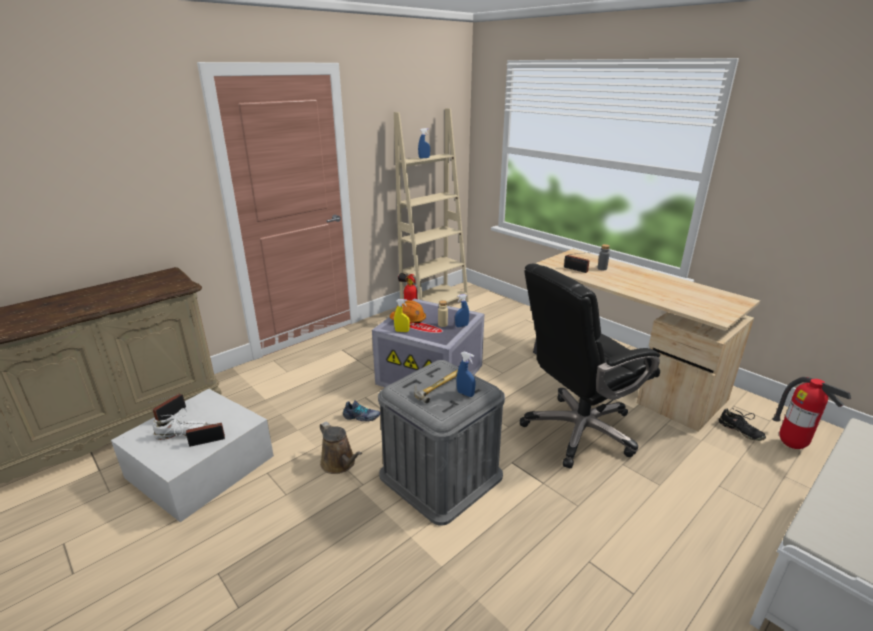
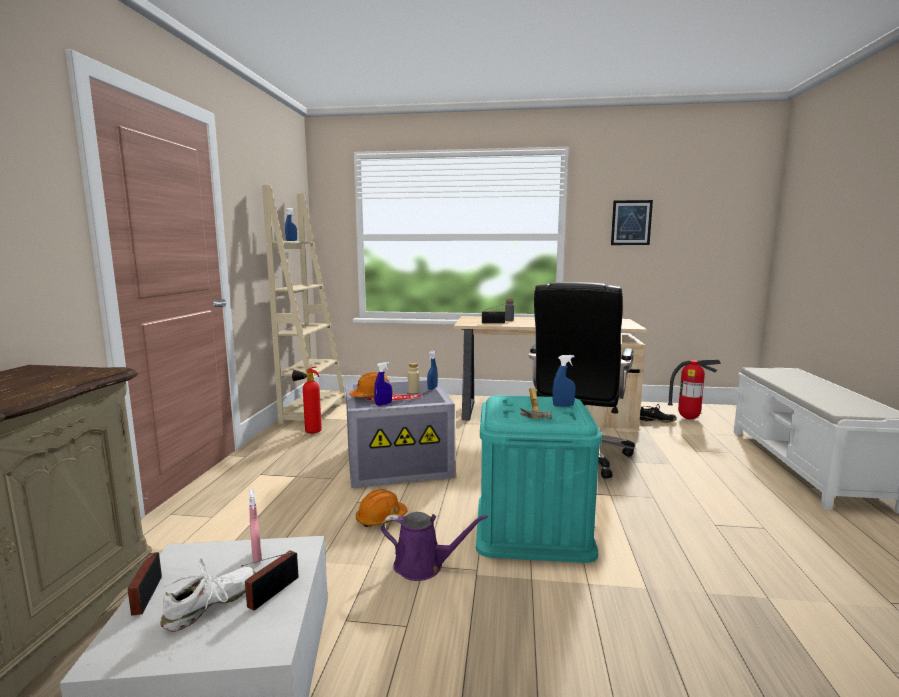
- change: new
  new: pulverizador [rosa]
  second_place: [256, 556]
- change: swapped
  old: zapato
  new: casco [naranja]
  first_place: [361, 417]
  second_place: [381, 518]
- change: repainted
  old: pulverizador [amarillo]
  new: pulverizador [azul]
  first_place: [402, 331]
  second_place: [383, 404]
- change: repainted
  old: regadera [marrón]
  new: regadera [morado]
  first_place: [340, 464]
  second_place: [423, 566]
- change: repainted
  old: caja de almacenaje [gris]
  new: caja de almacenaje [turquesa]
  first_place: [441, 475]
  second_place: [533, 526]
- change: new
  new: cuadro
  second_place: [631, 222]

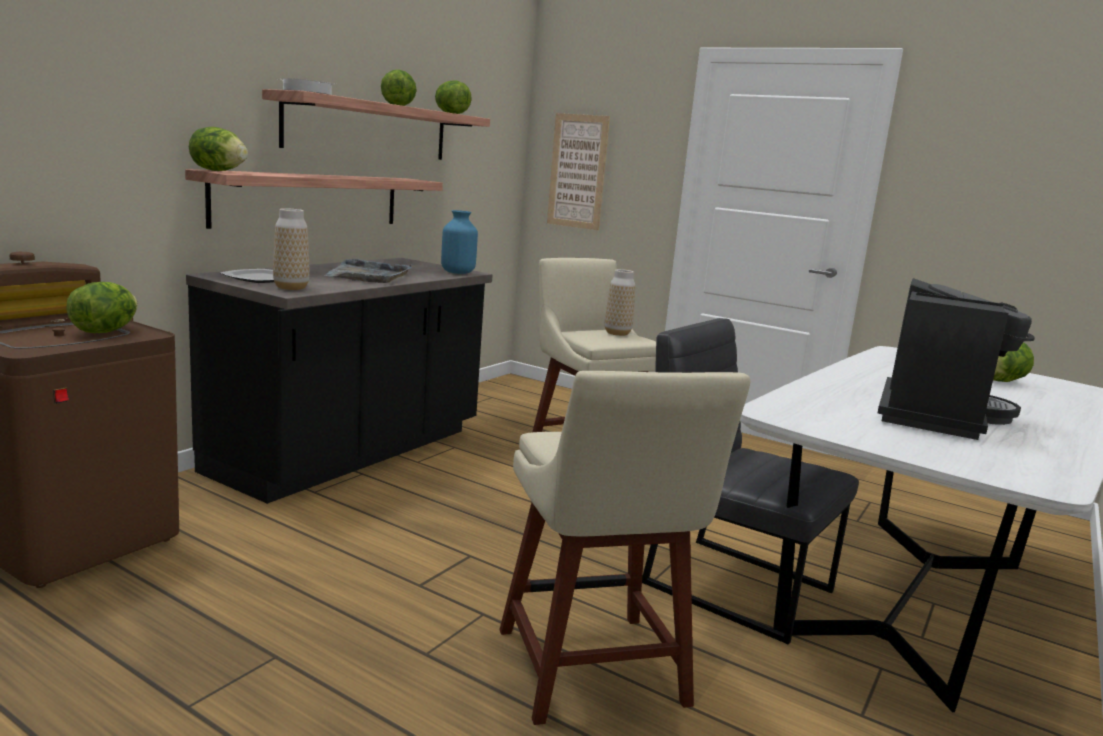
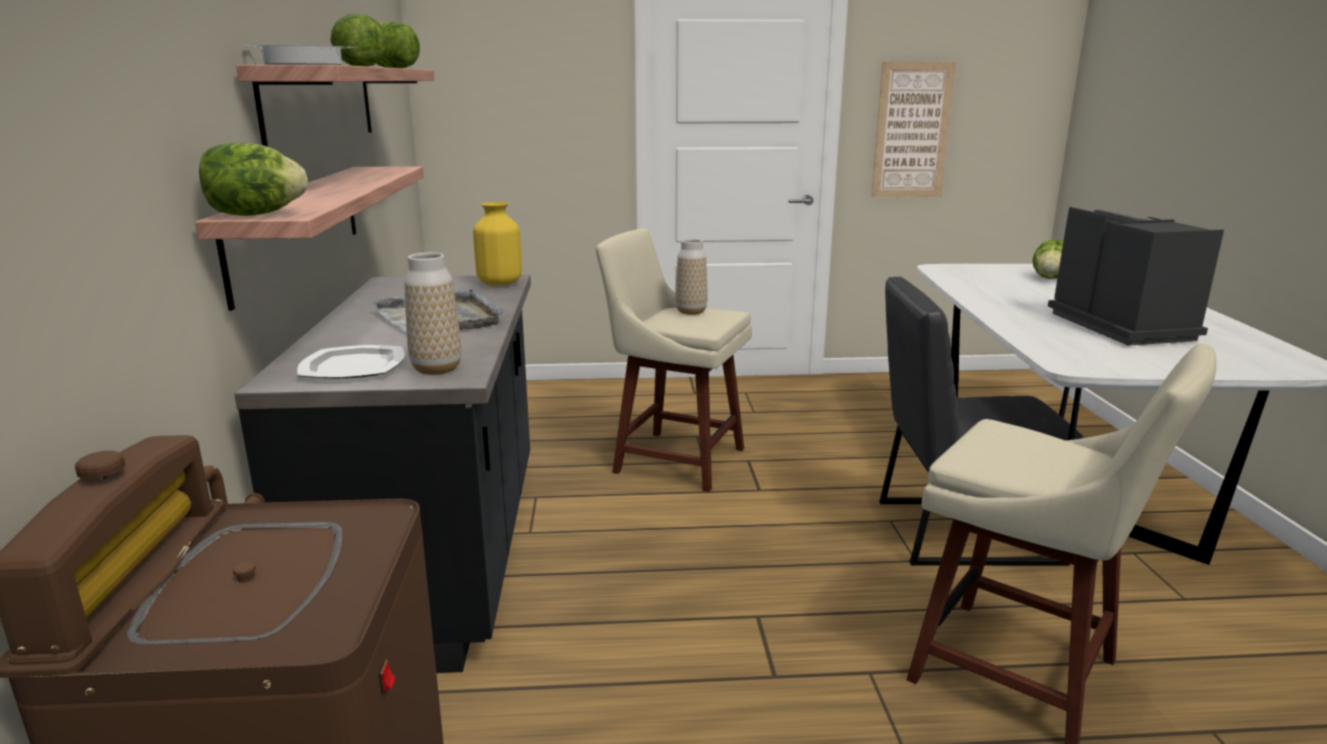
- change: repainted
  old: florero [azul]
  new: florero [amarillo]
  first_place: [457, 272]
  second_place: [499, 283]
- change: shifted
  old: cuadro
  first_place: [577, 171]
  second_place: [912, 131]
- change: gone
  old: lechuga
  first_place: [105, 331]

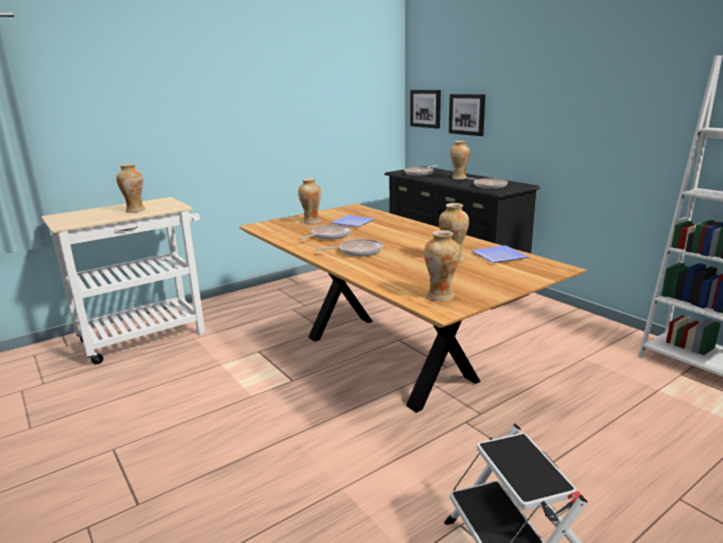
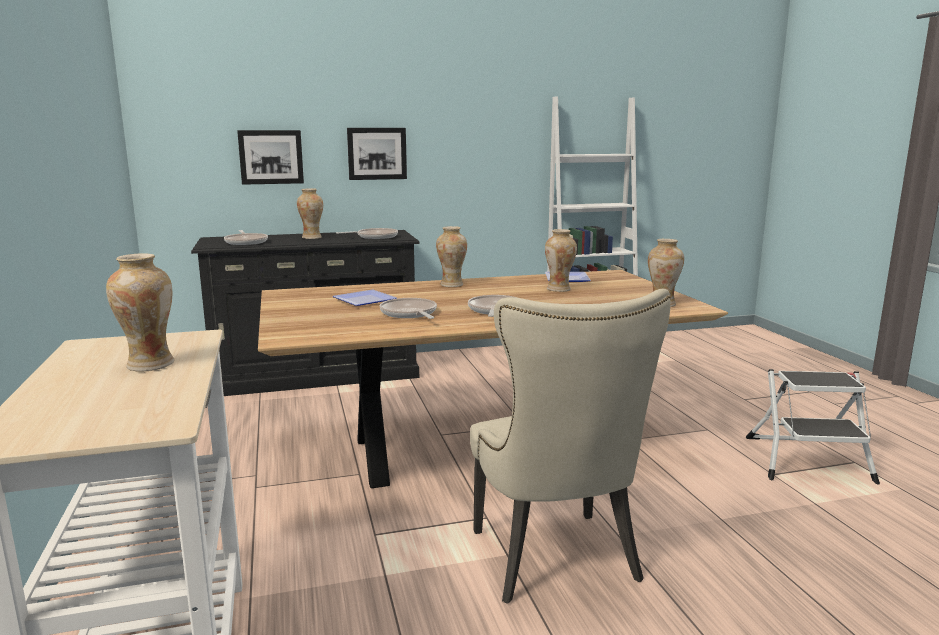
- change: shifted
  old: cuadro
  first_place: [426, 108]
  second_place: [377, 153]
- change: shifted
  old: florero
  first_place: [311, 222]
  second_place: [452, 285]
- change: new
  new: silla [beis]
  second_place: [555, 559]

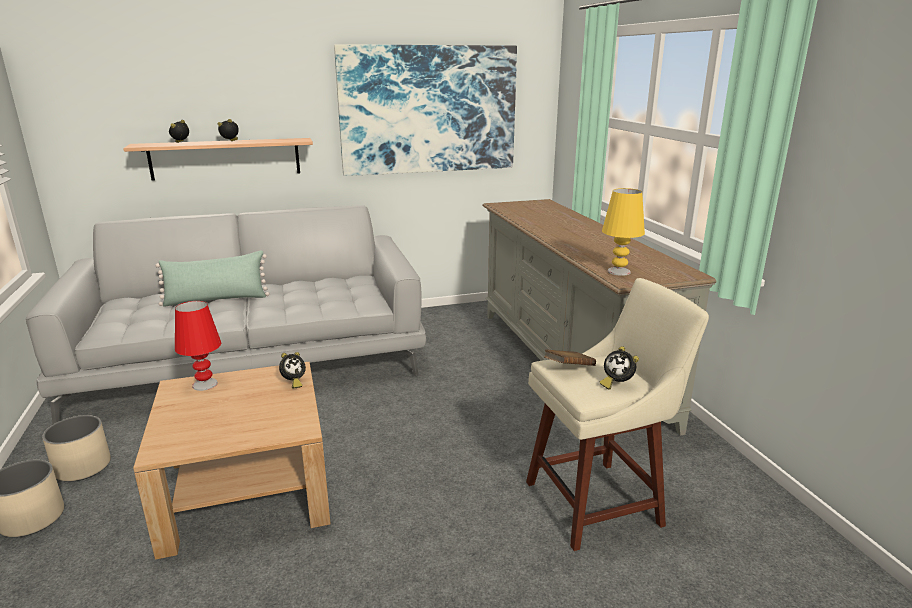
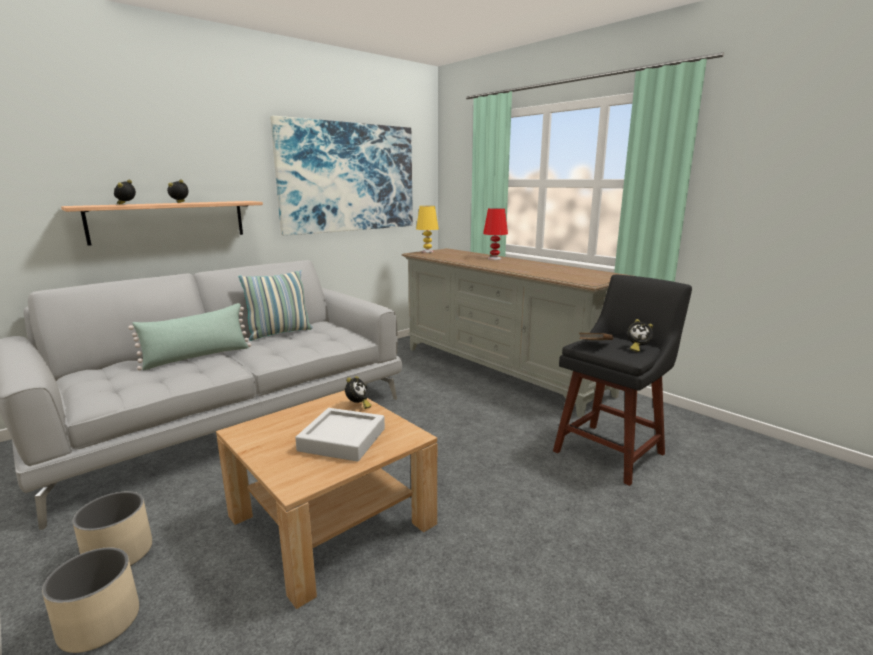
- change: new
  new: cojín
  second_place: [279, 333]
- change: new
  new: bandeja [gris]
  second_place: [342, 440]
- change: shifted
  old: lámpara de mesa [amarillo]
  first_place: [619, 271]
  second_place: [427, 251]
- change: shifted
  old: lámpara de mesa [rojo]
  first_place: [204, 384]
  second_place: [494, 258]
- change: repainted
  old: taburete [beis]
  new: taburete [negro]
  first_place: [598, 502]
  second_place: [611, 450]

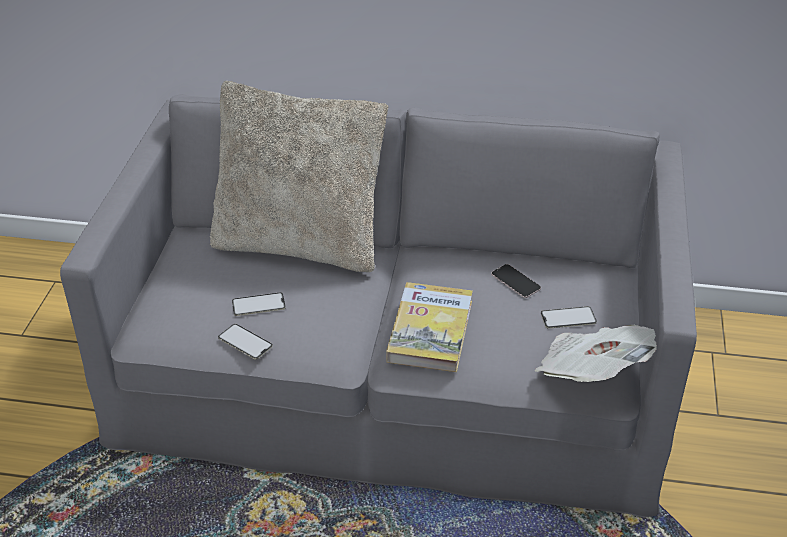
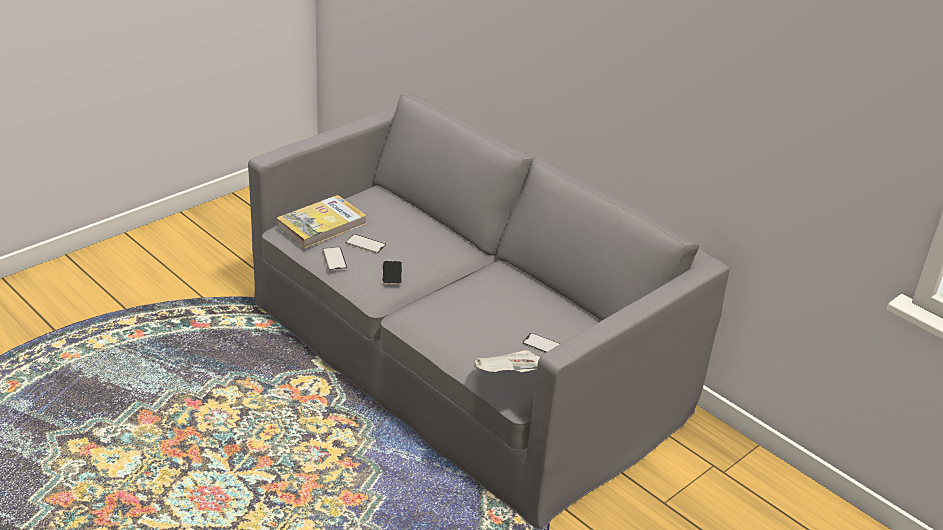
- change: shifted
  old: libro
  first_place: [430, 330]
  second_place: [321, 225]
- change: shifted
  old: móvil
  first_place: [515, 281]
  second_place: [392, 273]
- change: gone
  old: cojín [beis]
  first_place: [300, 239]

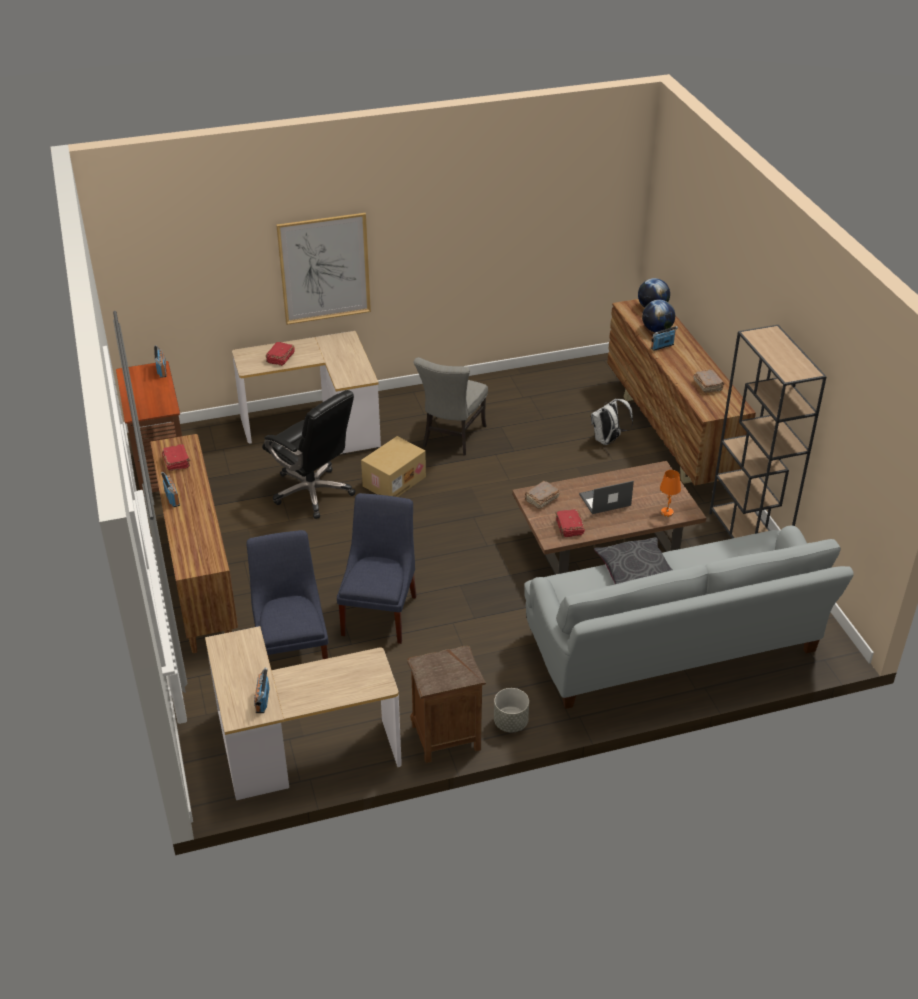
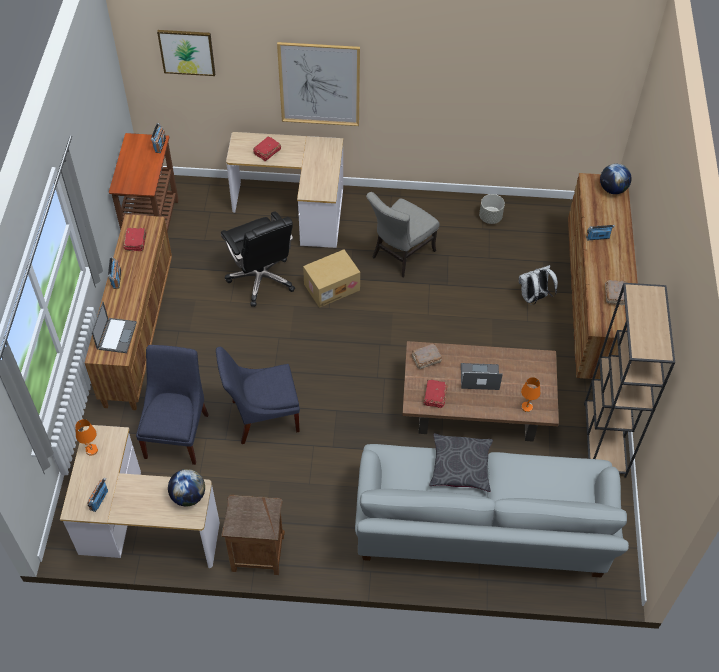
- change: new
  new: lámpara de mesa [naranja]
  second_place: [91, 450]
- change: new
  new: portátil
  second_place: [116, 335]
- change: new
  new: cuadro
  second_place: [187, 52]
- change: shifted
  old: globo terráqueo
  first_place: [657, 330]
  second_place: [188, 496]
- change: rotated
  old: silla [azul]
  first_place: [380, 612]
  second_place: [261, 416]
  degrees: -135
- change: shifted
  old: maceta [gris]
  first_place: [510, 723]
  second_place: [490, 217]

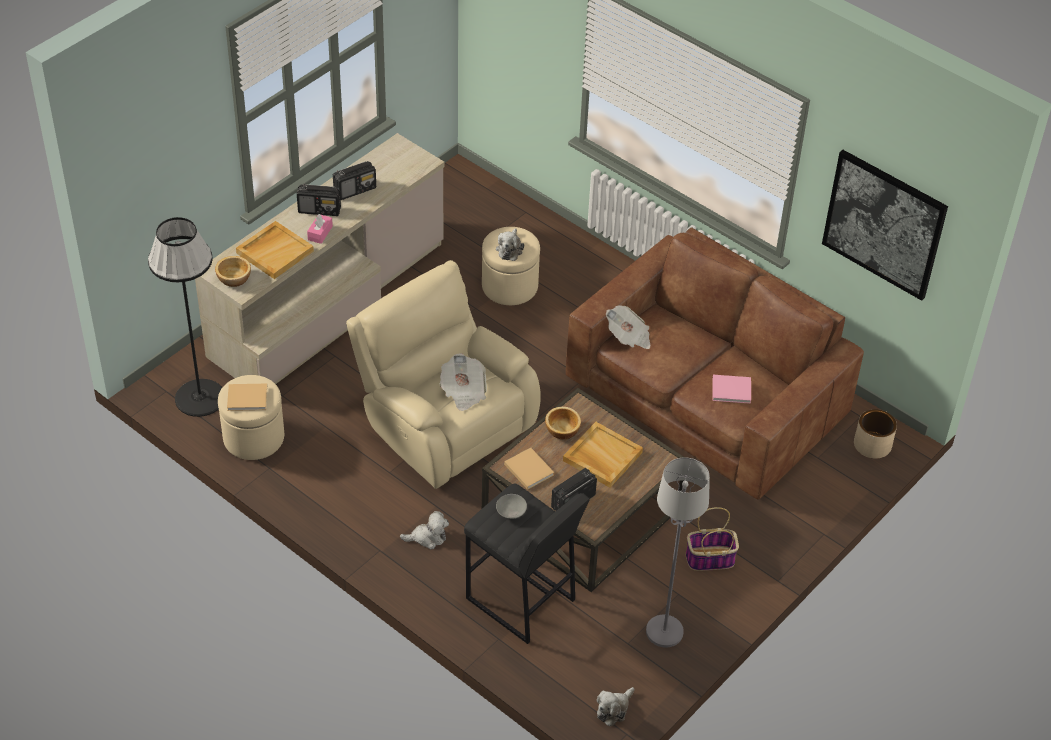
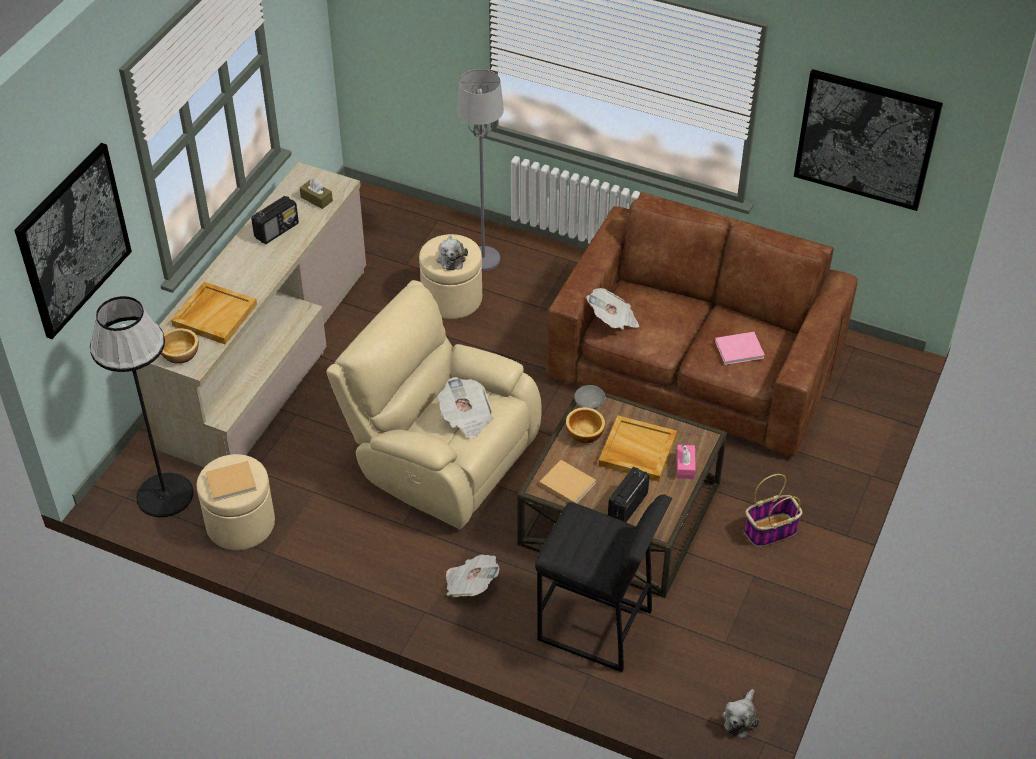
- change: new
  new: cuadro
  second_place: [73, 240]
- change: new
  new: caja de pañuelos [marrón]
  second_place: [316, 199]
- change: swapped
  old: peluche
  new: periódico
  first_place: [427, 537]
  second_place: [470, 584]
- change: shifted
  old: lámpara de pie [gris]
  first_place: [664, 631]
  second_place: [483, 259]
- change: shifted
  old: cuenco [gris]
  first_place: [511, 511]
  second_place: [589, 402]
- change: shifted
  old: caja de pañuelos [rosa]
  first_place: [320, 233]
  second_place: [685, 466]
- change: gone
  old: radio
  first_place: [320, 210]
- change: gone
  old: maceta [beis]
  first_place: [872, 445]

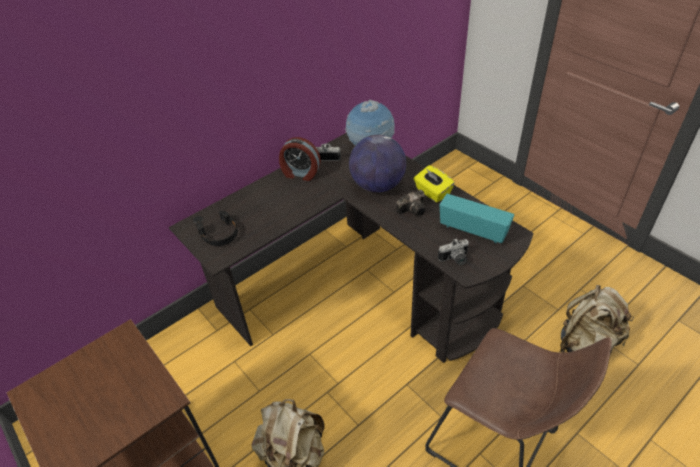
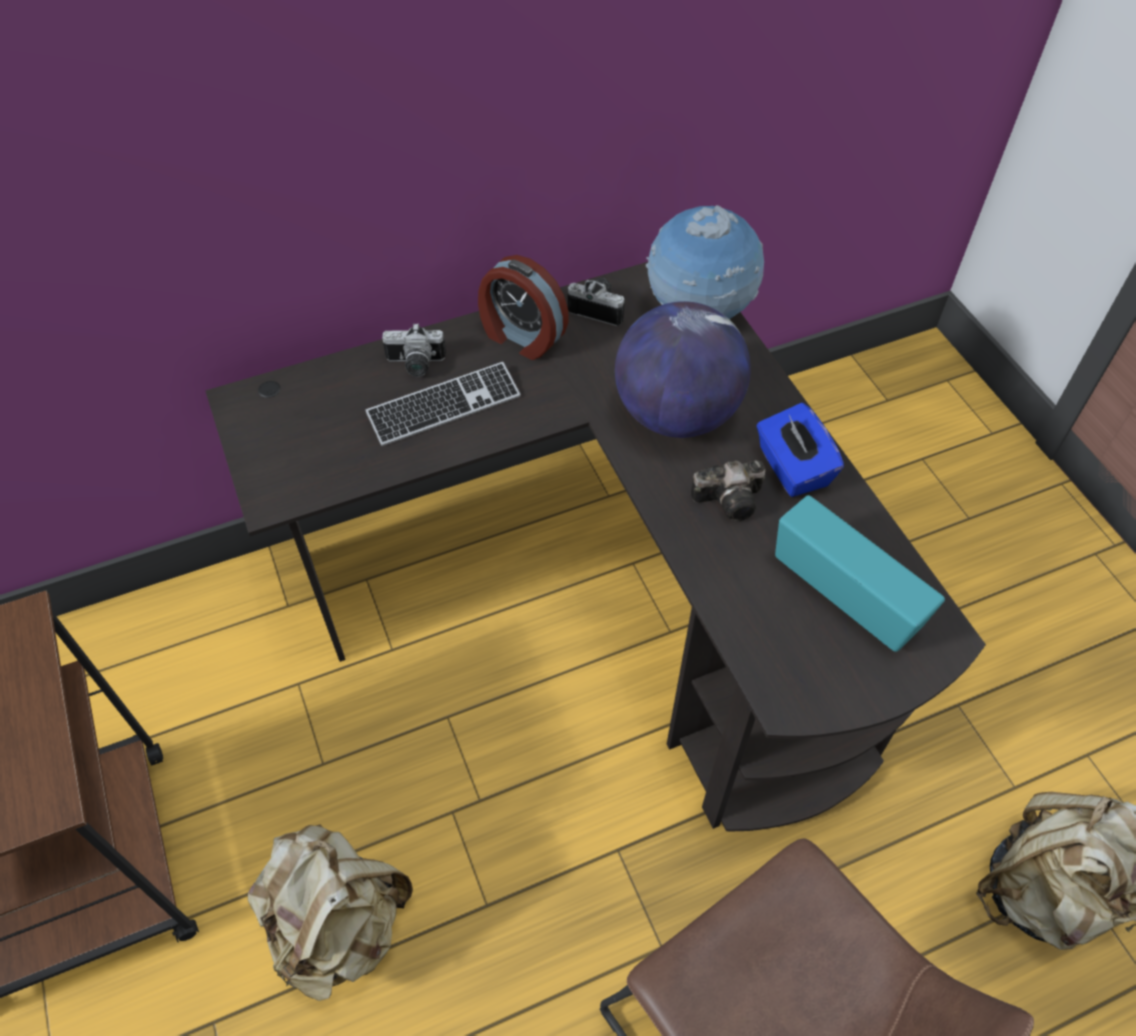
- change: new
  new: teclado
  second_place: [444, 406]
- change: shifted
  old: cámara
  first_place: [455, 260]
  second_place: [415, 365]
- change: repainted
  old: caja de pañuelos [amarillo]
  new: caja de pañuelos [azul]
  first_place: [432, 192]
  second_place: [792, 468]
- change: gone
  old: auriculares [negro]
  first_place: [220, 234]

